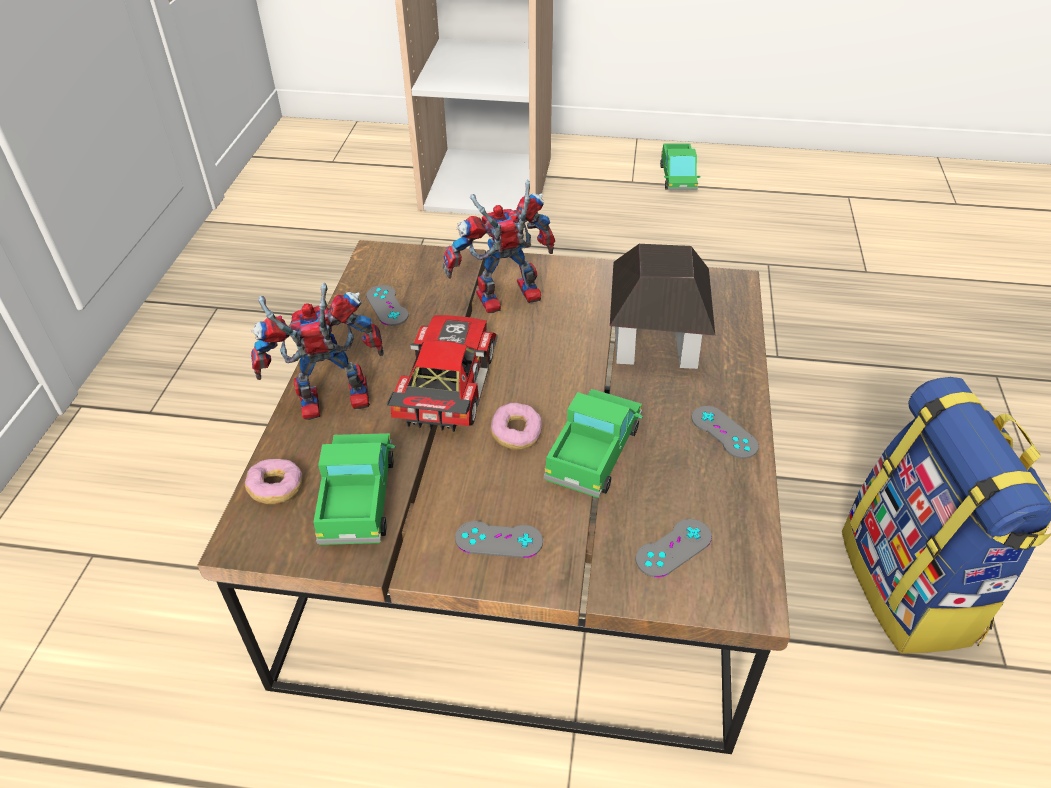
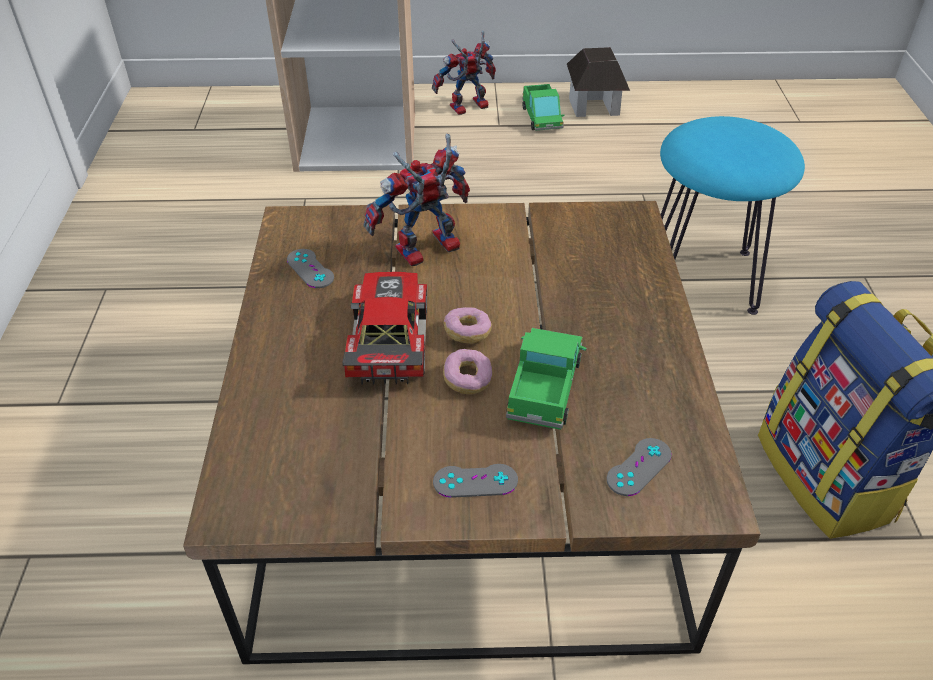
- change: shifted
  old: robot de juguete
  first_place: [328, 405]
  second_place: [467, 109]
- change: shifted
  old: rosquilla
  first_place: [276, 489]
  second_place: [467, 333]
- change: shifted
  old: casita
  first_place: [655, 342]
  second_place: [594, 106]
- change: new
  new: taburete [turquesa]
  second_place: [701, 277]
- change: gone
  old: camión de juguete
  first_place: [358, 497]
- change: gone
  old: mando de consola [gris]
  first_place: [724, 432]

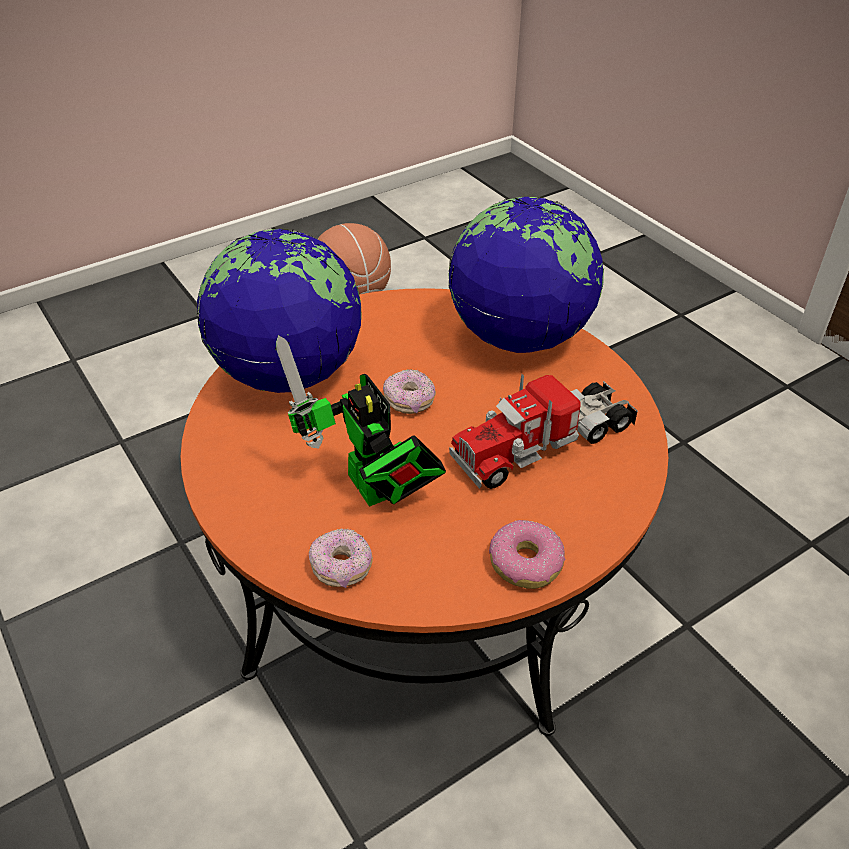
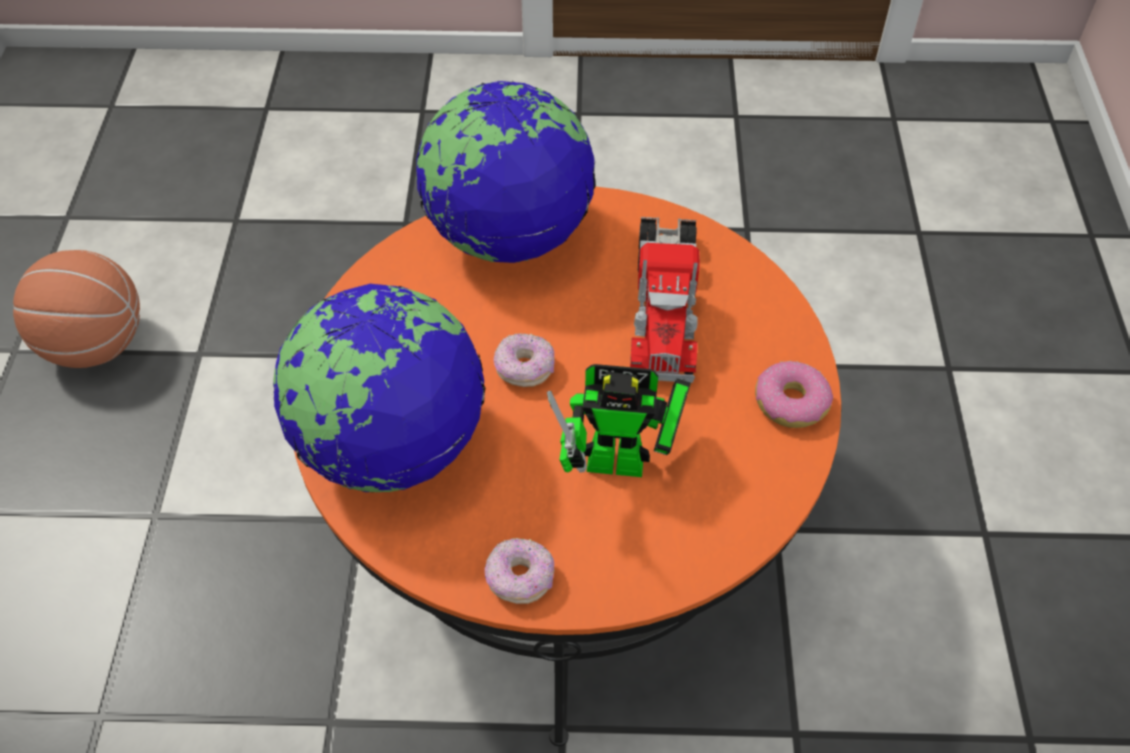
- change: shifted
  old: rosquilla
  first_place: [342, 567]
  second_place: [520, 578]

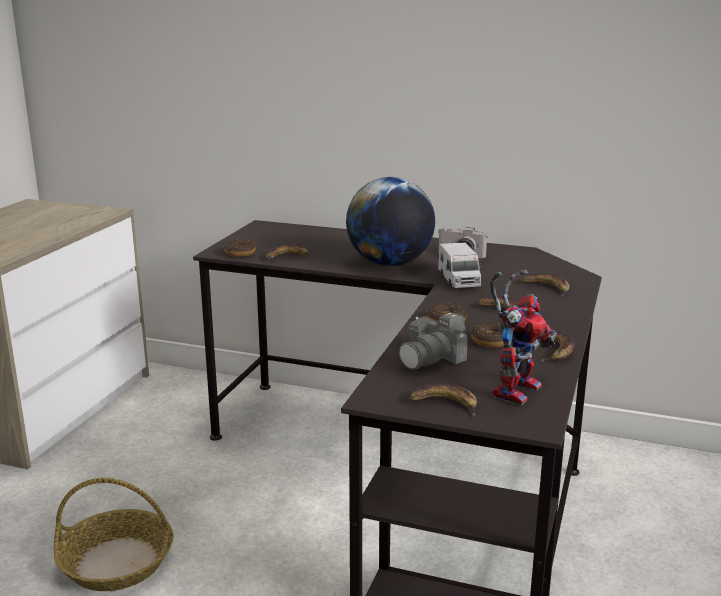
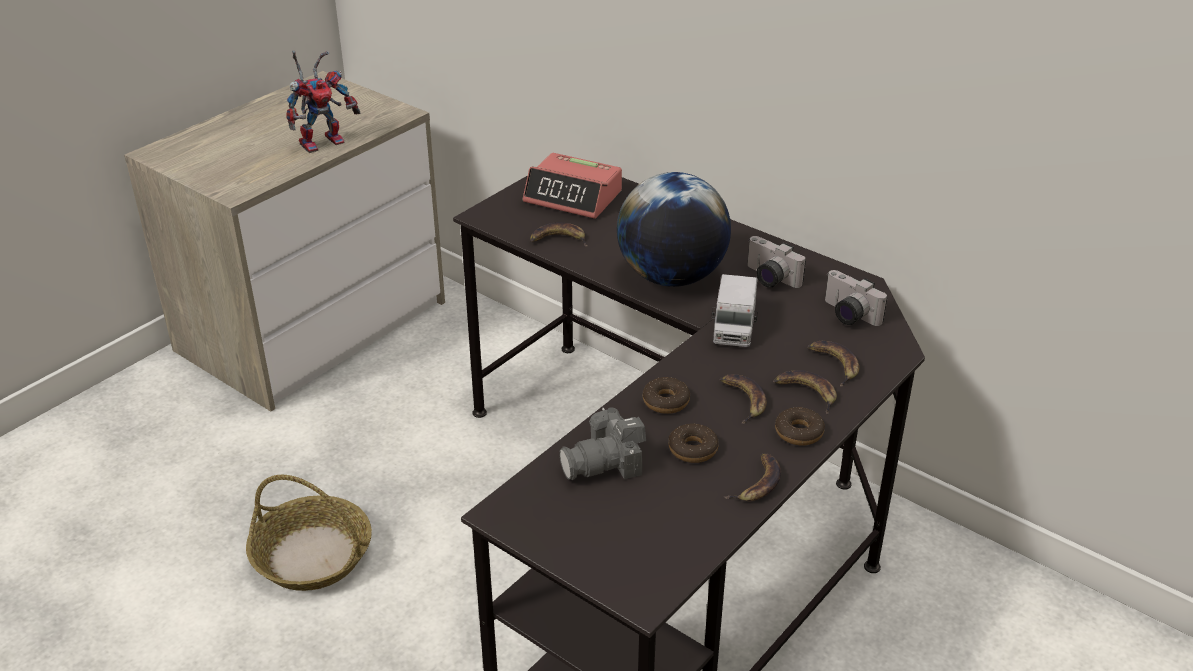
- change: shifted
  old: robot de juguete
  first_place: [514, 388]
  second_place: [324, 141]
- change: new
  new: despertador
  second_place: [573, 197]
- change: shifted
  old: plátano
  first_place: [444, 404]
  second_place: [806, 393]
- change: shifted
  old: rosquilla
  first_place: [240, 253]
  second_place: [799, 432]
- change: new
  new: cámara
  second_place: [847, 315]

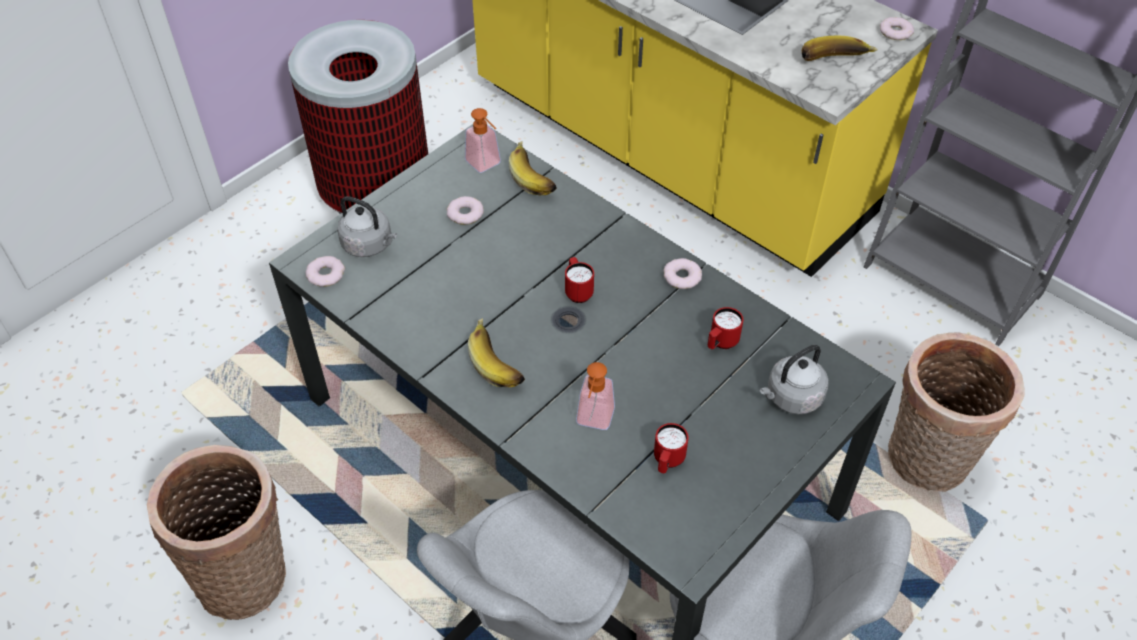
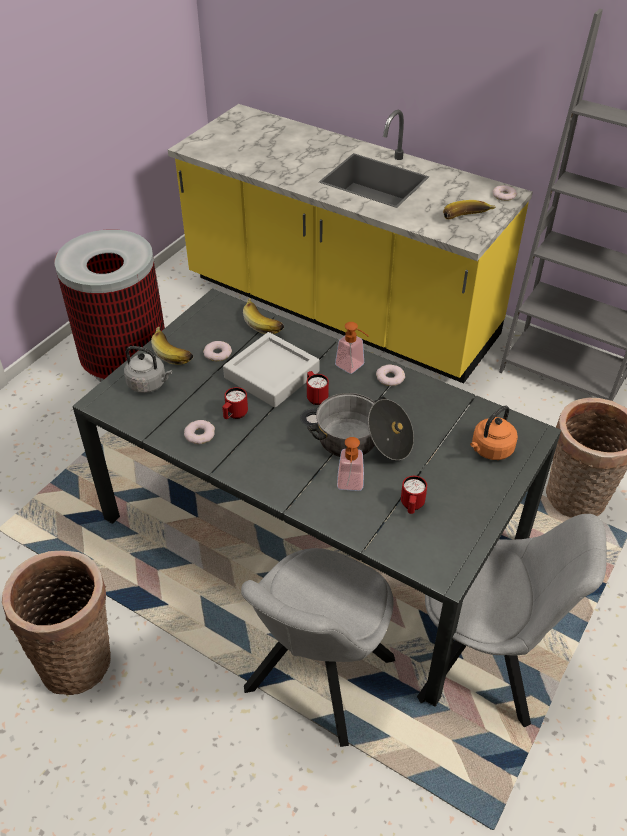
- change: shifted
  old: plátano
  first_place: [499, 362]
  second_place: [174, 352]
- change: shifted
  old: rosquilla
  first_place: [326, 274]
  second_place: [199, 434]
- change: shifted
  old: taza grande [rojo]
  first_place: [721, 343]
  second_place: [234, 415]
- change: new
  new: bandeja [gris]
  second_place: [271, 374]
- change: new
  new: olla
  second_place: [362, 441]
- change: shifted
  old: dispensador de jabón
  first_place: [486, 165]
  second_place: [353, 367]
- change: repainted
  old: hervidor [gris]
  new: hervidor [naranja]
  first_place: [791, 398]
  second_place: [490, 450]

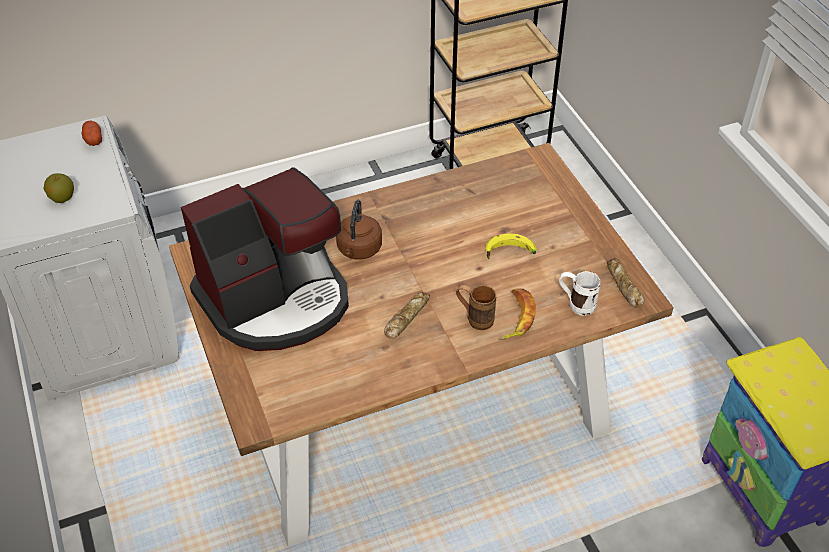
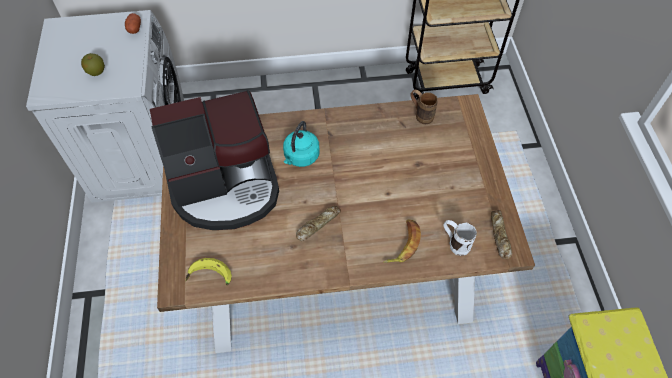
- change: shifted
  old: plátano
  first_place: [510, 253]
  second_place: [209, 277]
- change: repainted
  old: hervidor [marrón]
  new: hervidor [turquesa]
  first_place: [358, 250]
  second_place: [300, 157]
- change: shifted
  old: taza grande [marrón]
  first_place: [474, 318]
  second_place: [420, 115]

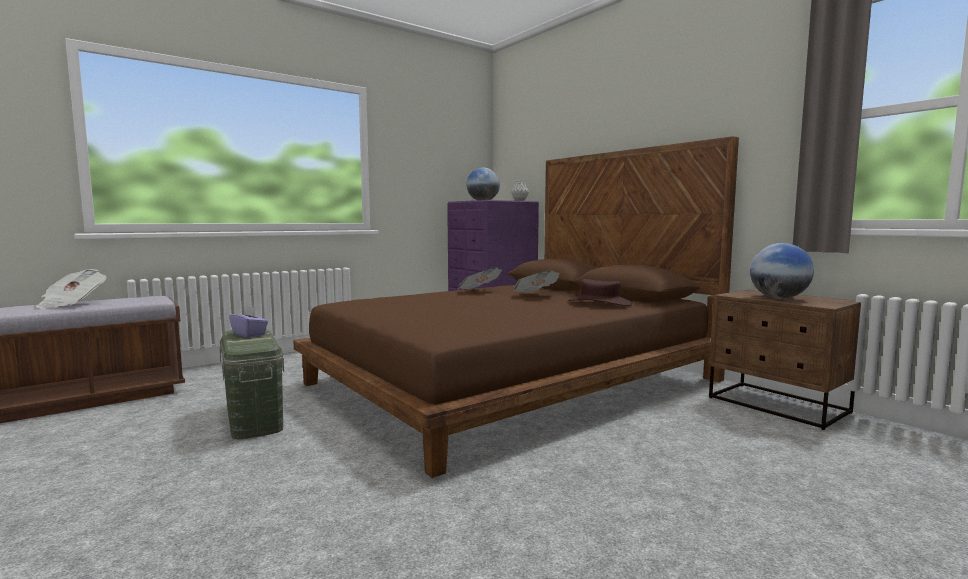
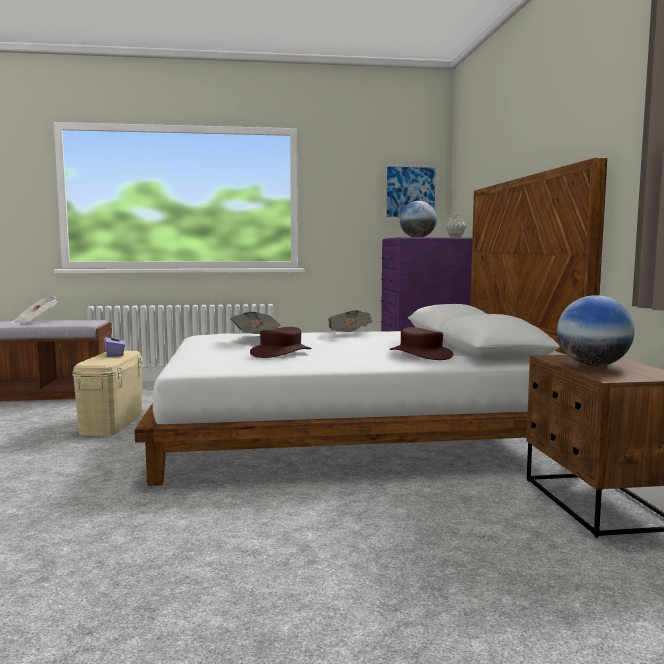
- change: repainted
  old: caja de almacenaje [verde]
  new: caja de almacenaje [beis]
  first_place: [254, 418]
  second_place: [112, 423]
- change: repainted
  old: cama [marrón]
  new: cama [blanco]
  first_place: [512, 382]
  second_place: [349, 430]
- change: shifted
  old: periódico
  first_place: [535, 295]
  second_place: [257, 338]
- change: new
  new: sombrero [marrón]
  second_place: [281, 353]
- change: new
  new: cuadro
  second_place: [410, 192]

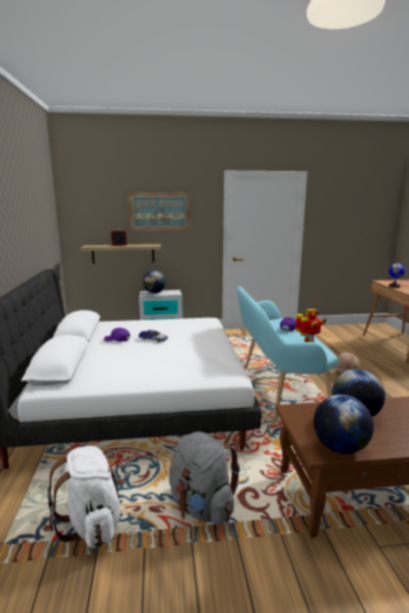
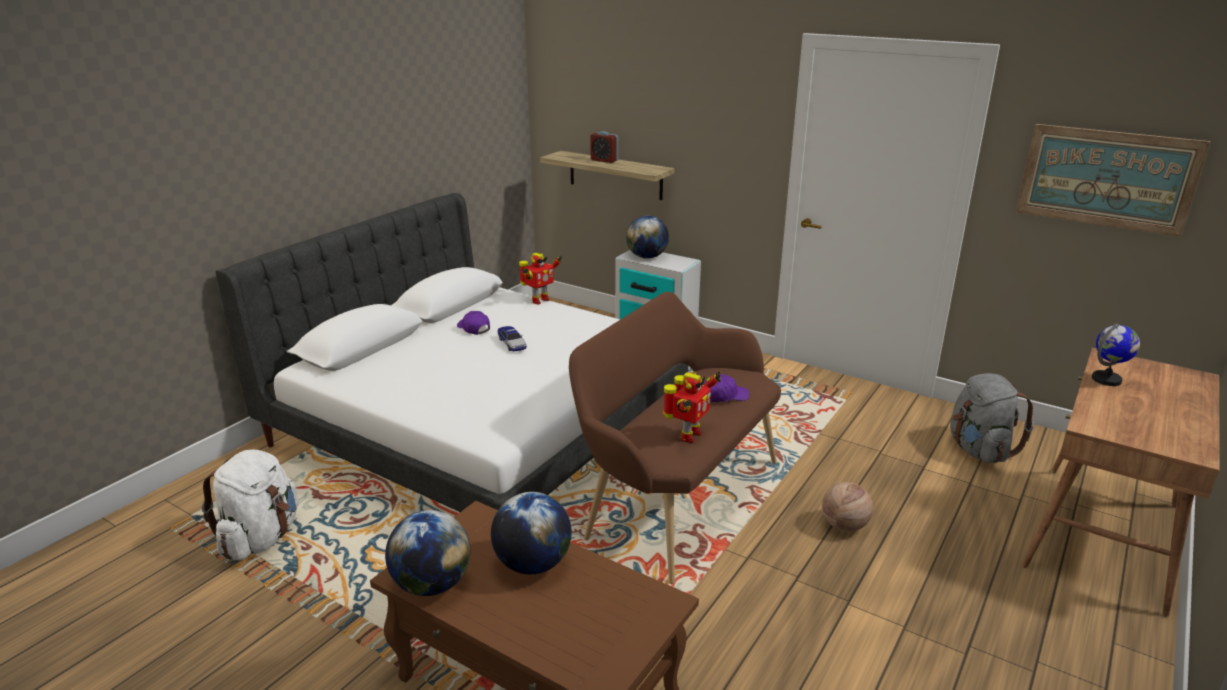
- change: new
  new: robot de juguete
  second_place: [539, 300]
- change: repainted
  old: banco [turquesa]
  new: banco [marrón]
  first_place: [277, 390]
  second_place: [675, 497]
- change: shifted
  old: mochila [gris]
  first_place: [202, 506]
  second_place: [979, 450]
- change: shifted
  old: cuadro
  first_place: [160, 211]
  second_place: [1106, 178]

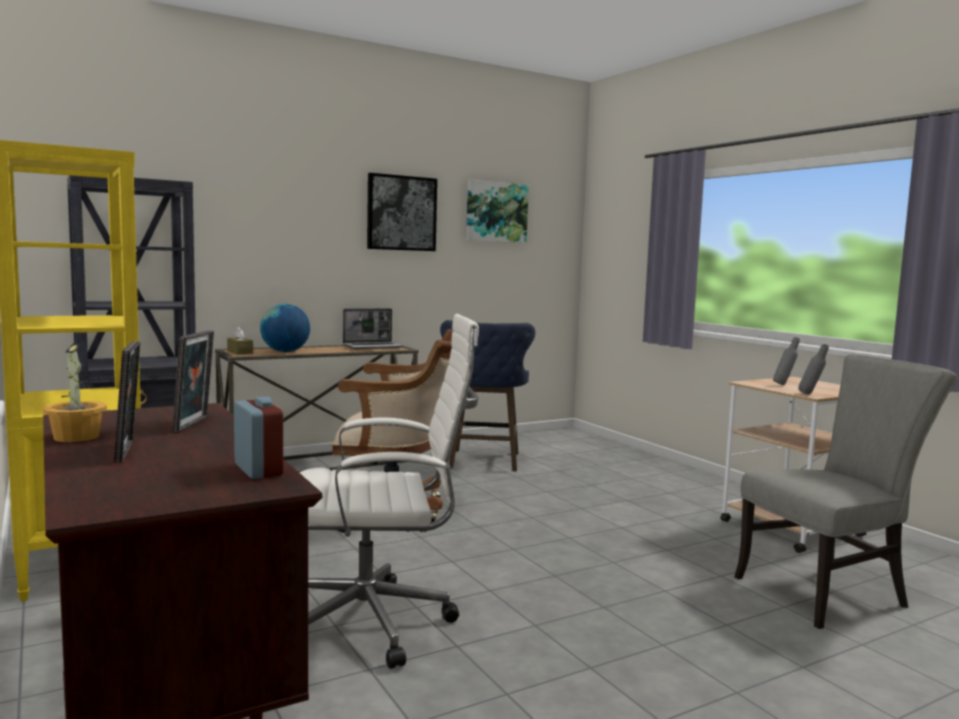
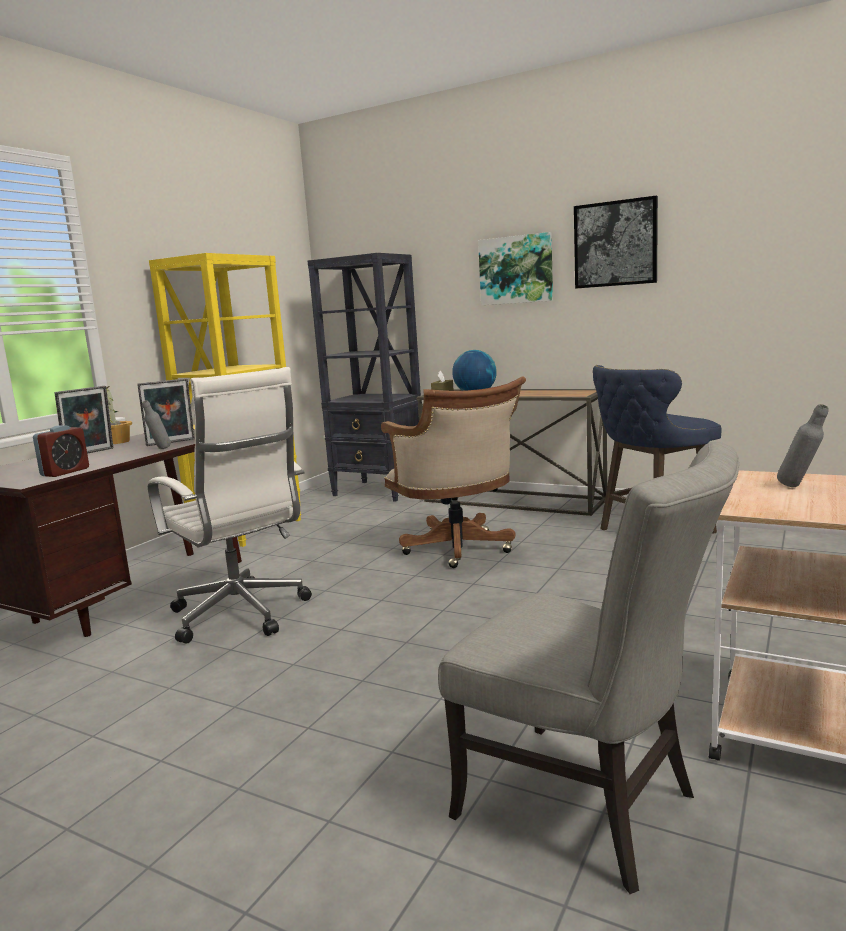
- change: shifted
  old: botella [gris]
  first_place: [811, 394]
  second_place: [160, 449]
- change: shifted
  old: cuadro
  first_place: [496, 212]
  second_place: [516, 270]
- change: gone
  old: portátil
  first_place: [373, 347]

